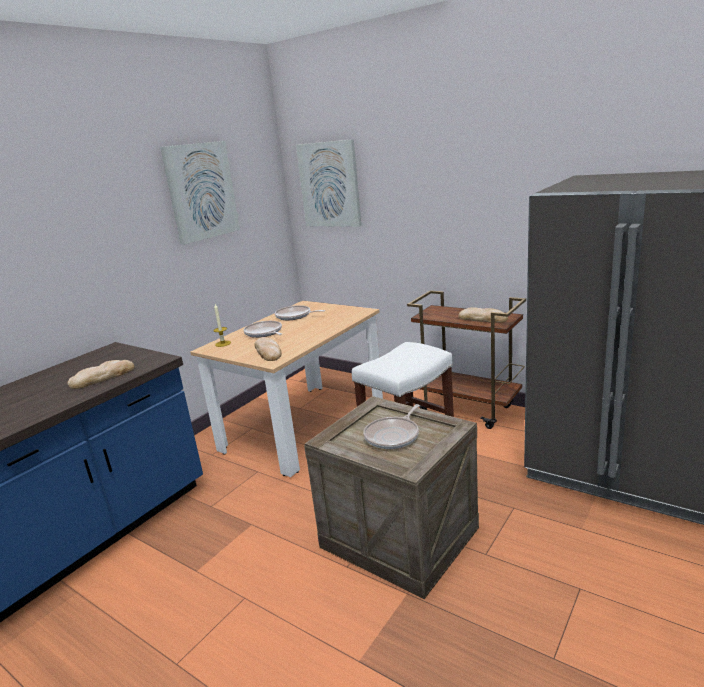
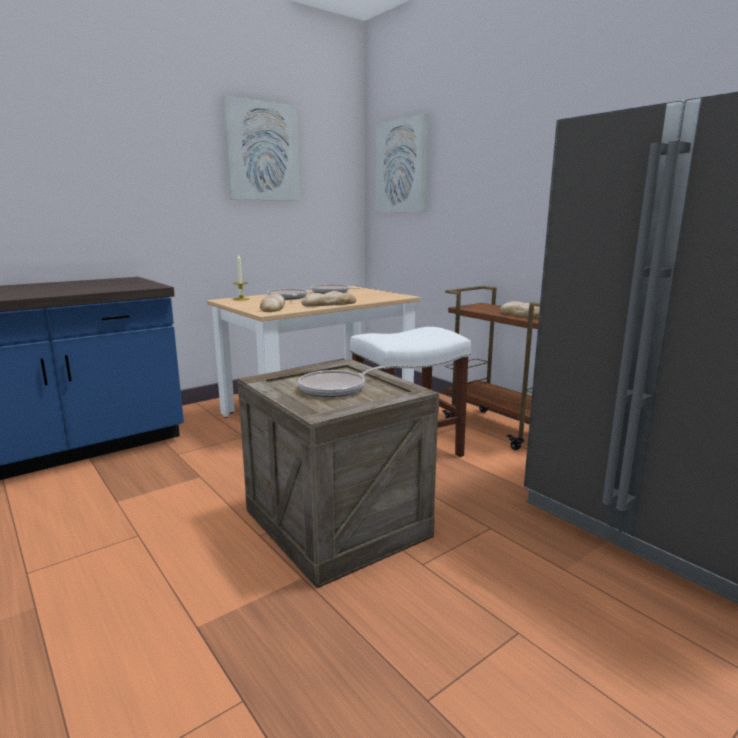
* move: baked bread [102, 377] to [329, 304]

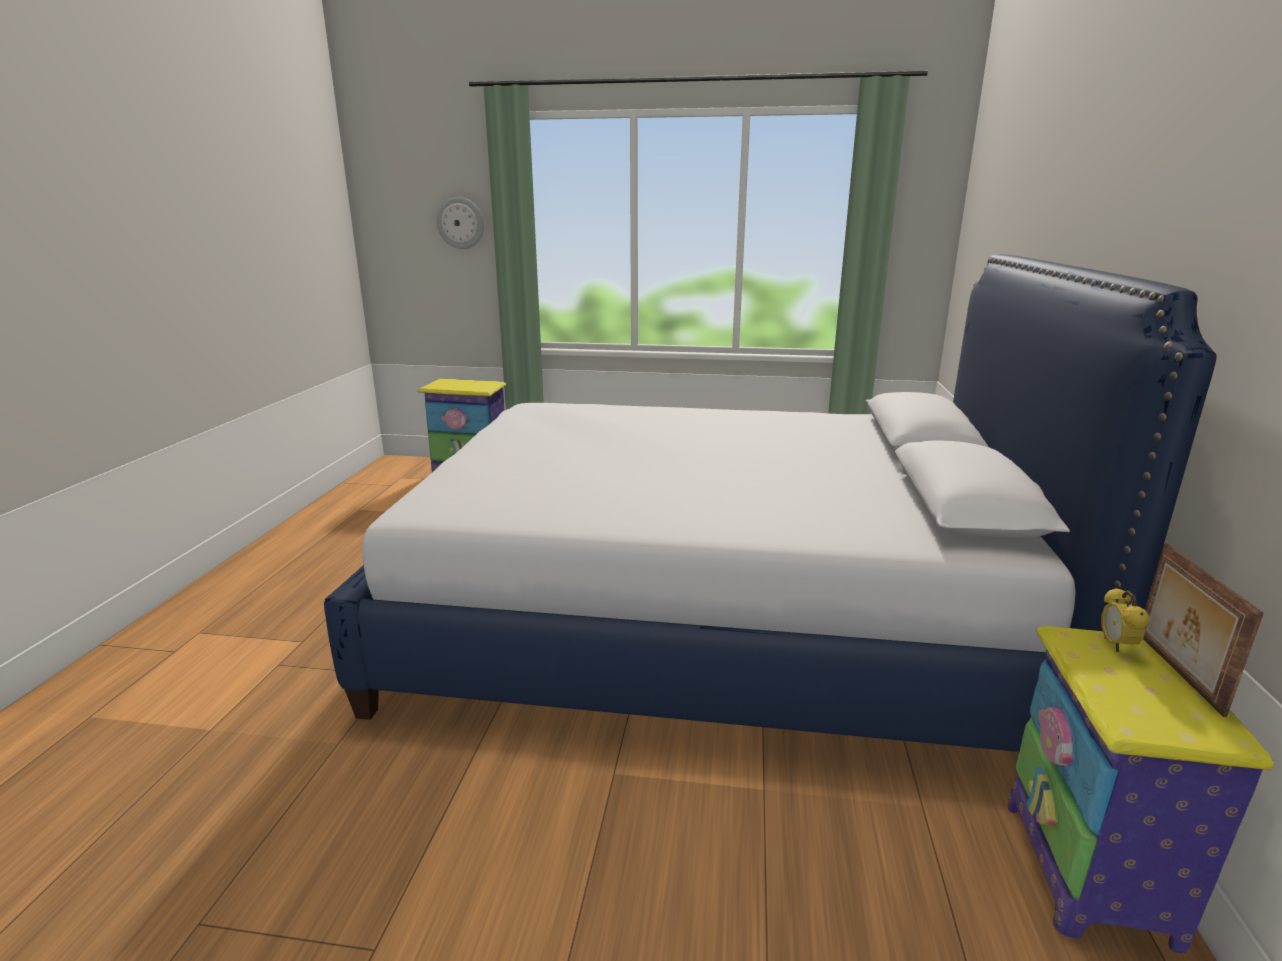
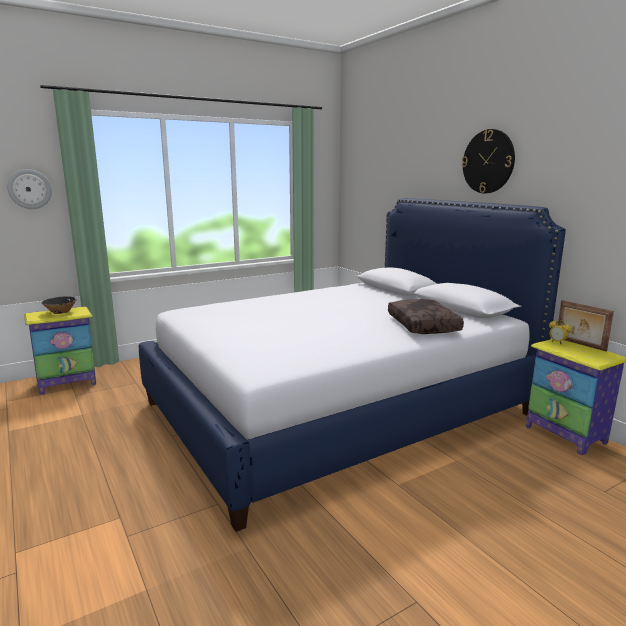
* insert: black serving bowl [61, 312]
* insert: brown-coloured cushion [424, 325]
* insert: clock on the wall [488, 161]

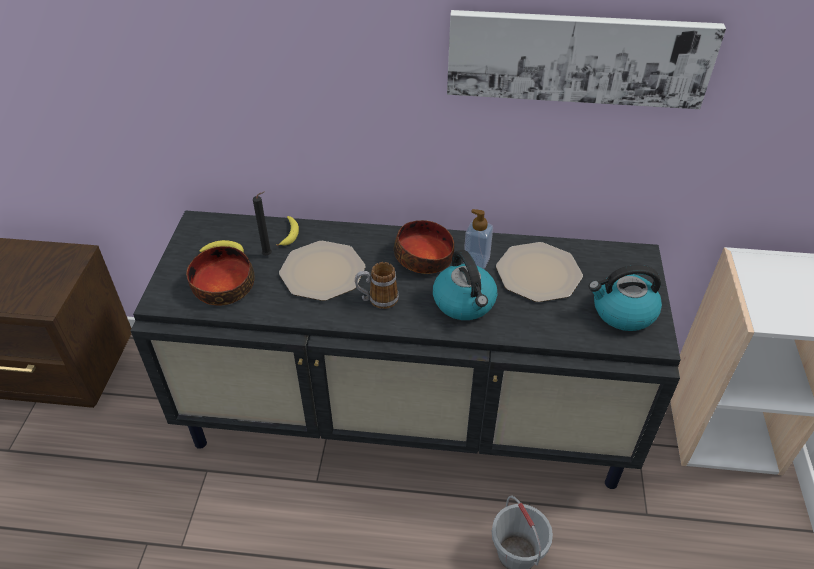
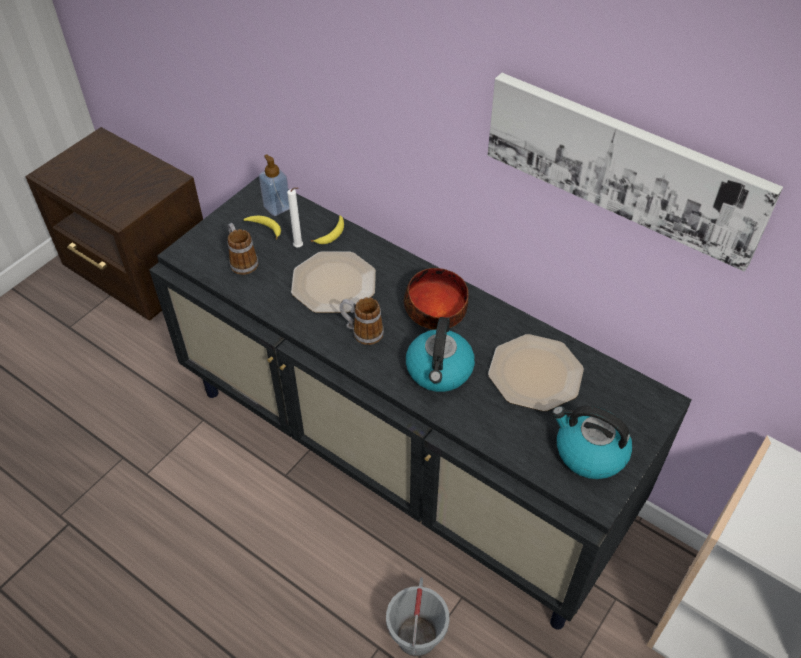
* replace: serving bowl [223, 286] to mug [242, 261]
* recolor: black candle [269, 255] to whitish candle [299, 247]
* move: soap dispenser [476, 261] to [277, 207]

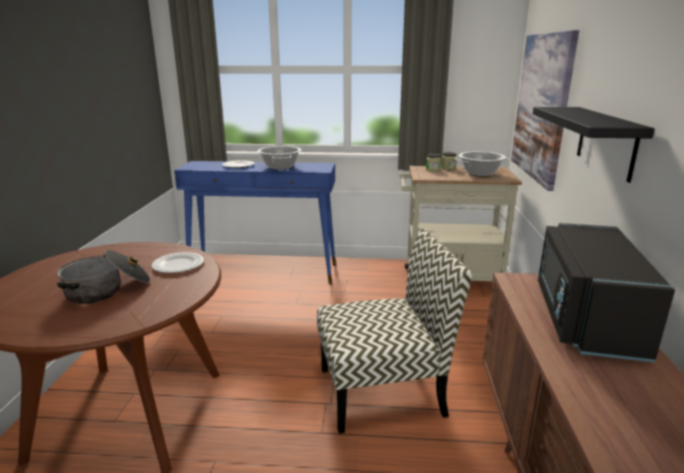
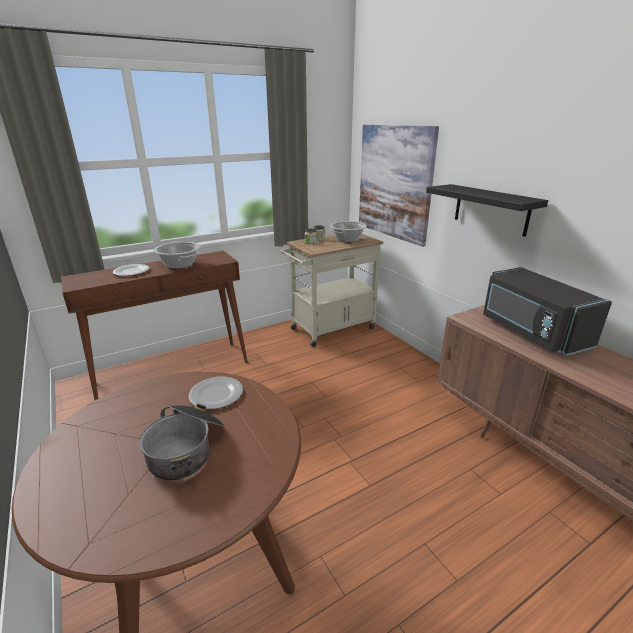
* recolor: blue hall table [264, 272] to brown-coloured hall table [173, 371]
* delete: chair [383, 390]

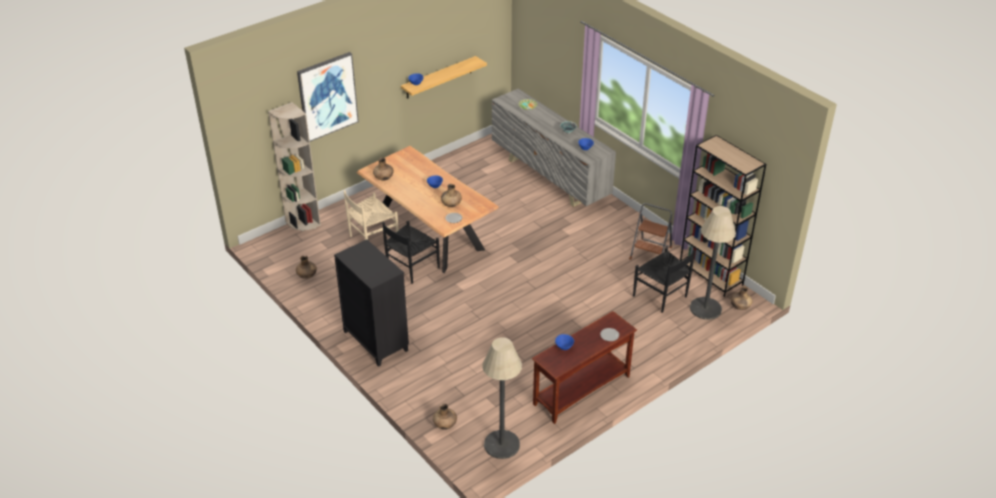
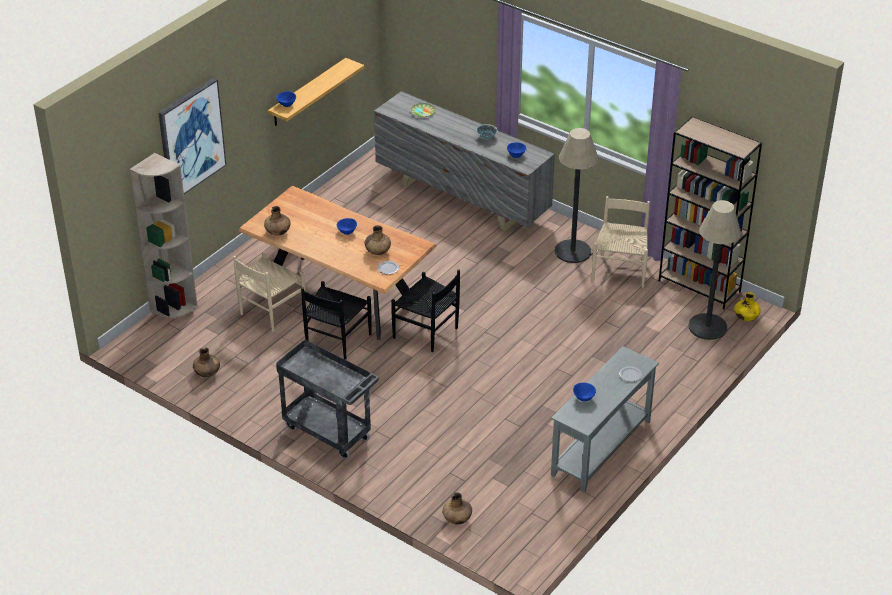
* replace: black drawer chest [376, 340] to grey wheeled cart [330, 435]
* move: standing lamp [502, 444] to [572, 251]
* recolor: brown-coloured hall table [581, 390] to grey hall table [601, 449]
* replace: brown-coloured step stool [651, 252] to sand-coloured chair [620, 271]
* move: black chair [661, 296] to [427, 332]
* recolor: brown-coloured flower vase [740, 307] to yellow-coloured flower vase [746, 318]

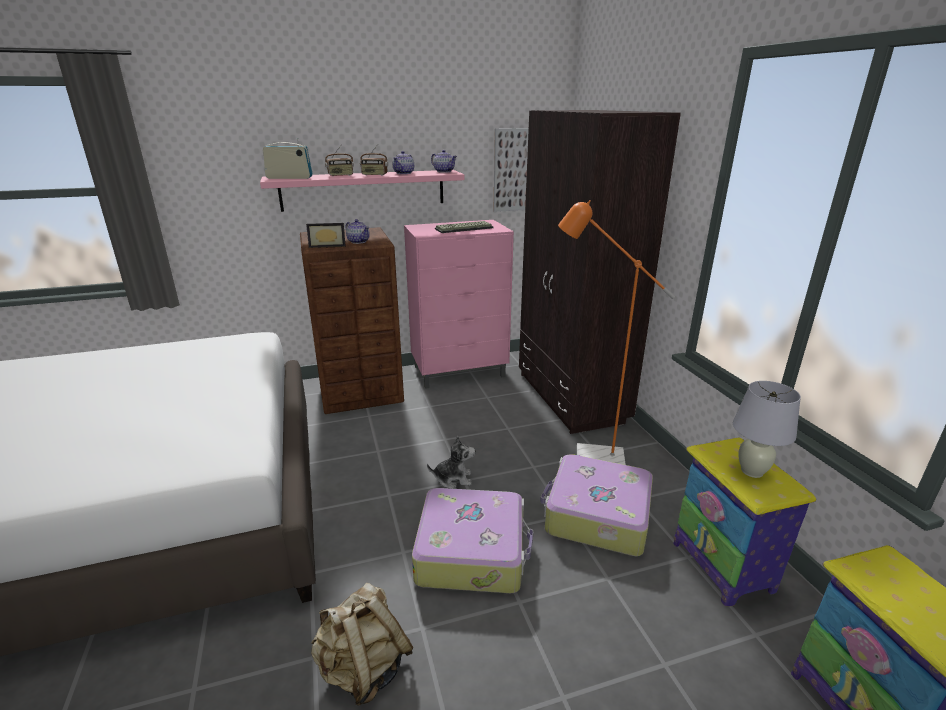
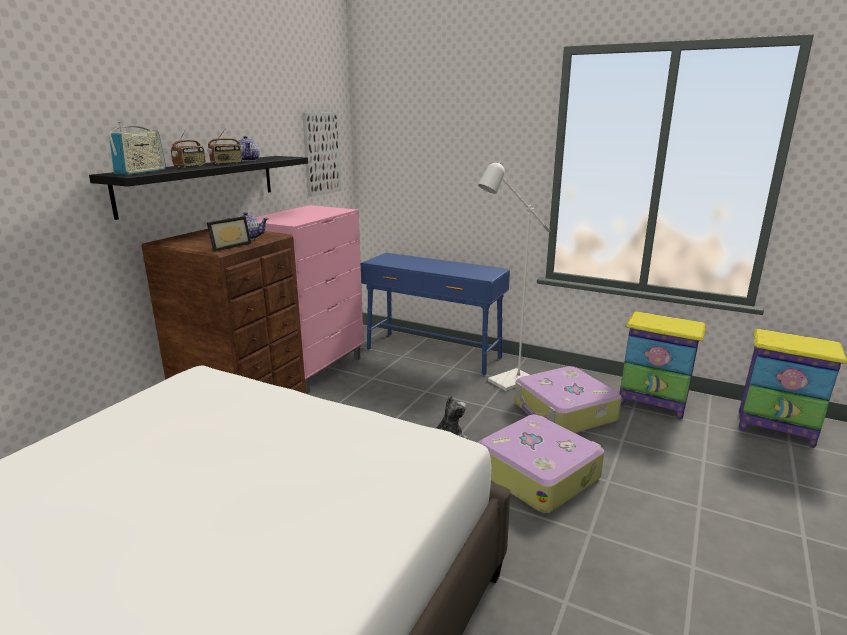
* recolor: pink bracket shelf [363, 190] to black bracket shelf [200, 184]
* rotate: radio set [289, 178] = [141, 172] 150 degrees clockwise
* delete: sand-coloured knapsack [363, 669]
* delete: teapot [444, 171]
* delete: keyboard [464, 228]
* replace: brown-coloured armoire [570, 398] to blue hall table [432, 353]
* recolor: orange-coloured standing lamp [590, 456] to whitish standing lamp [505, 383]
* delete: whitish tabletop lamp [751, 471]

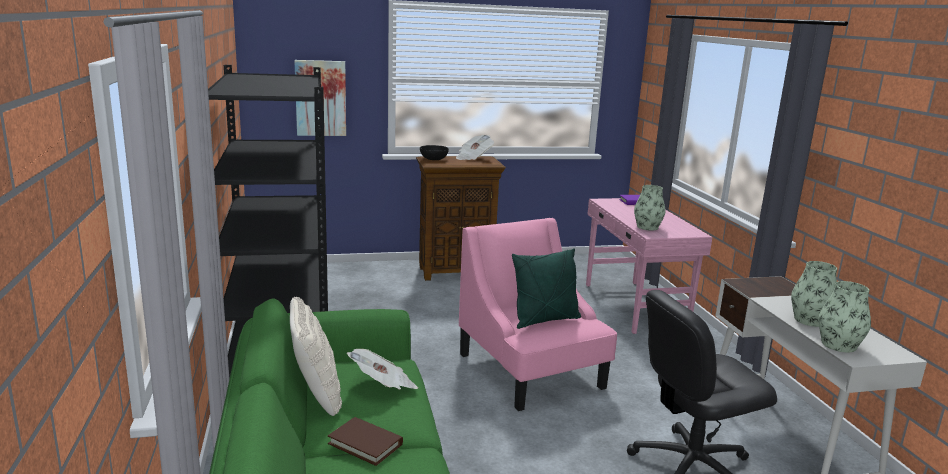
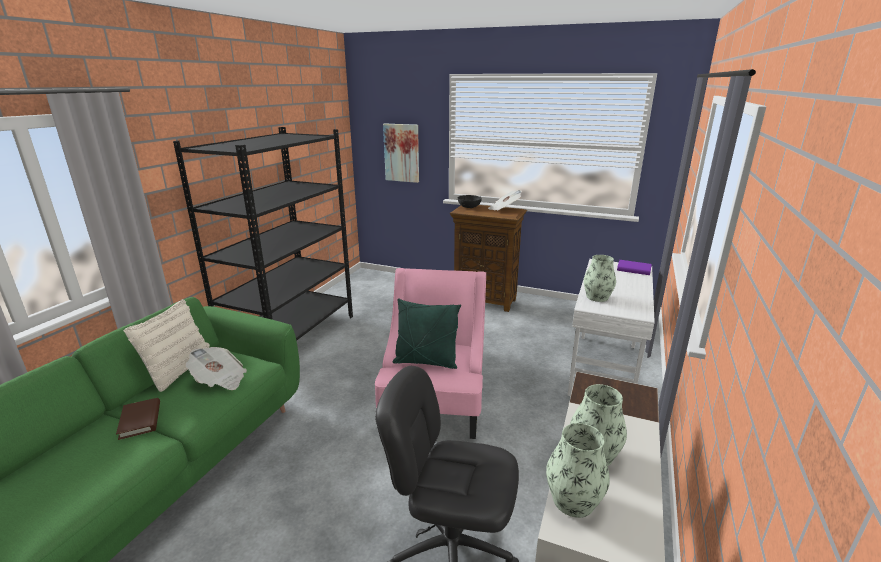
* recolor: pink hall table [635, 307] to whitish hall table [604, 370]

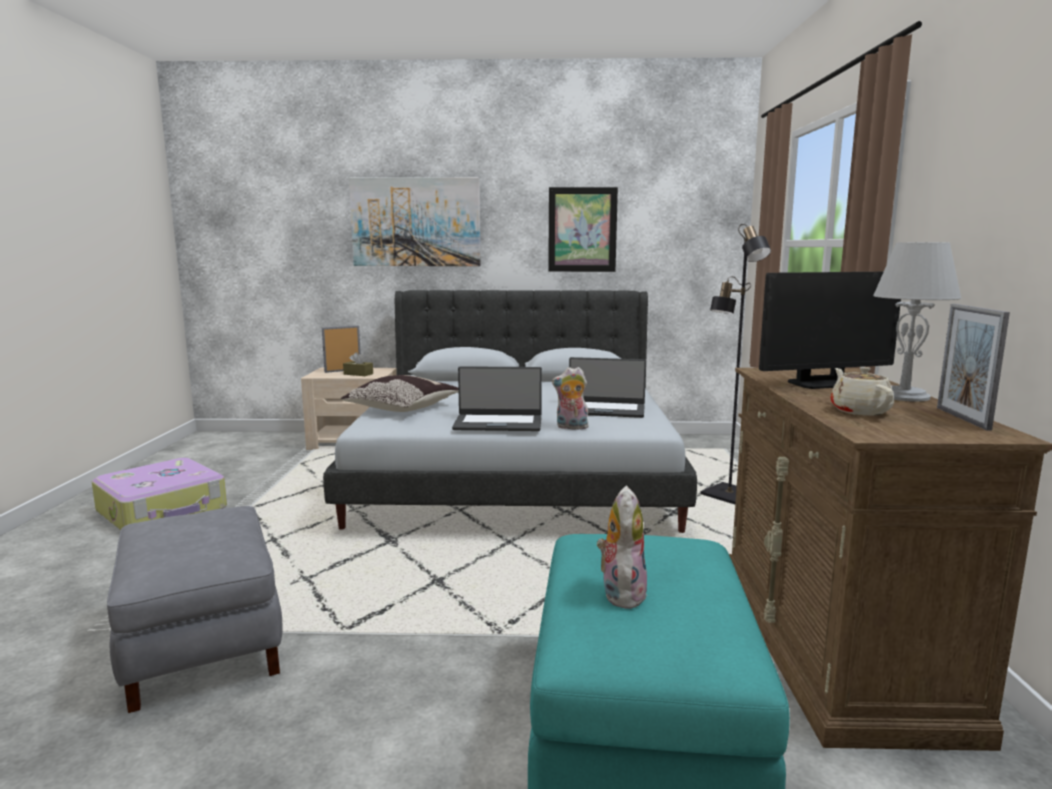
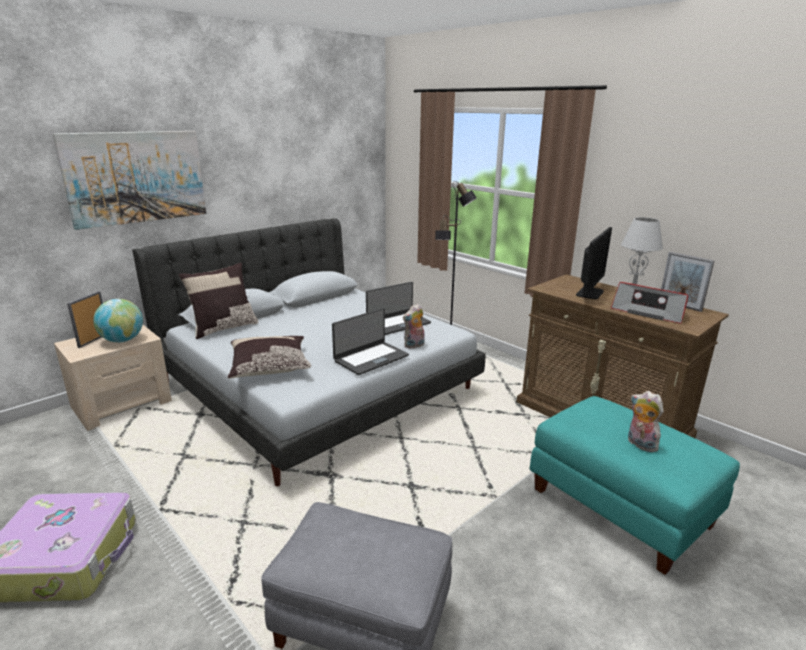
* replace: brown-coloured tissue holder [358, 374] to globe [122, 340]
* delete: picture [582, 230]
* replace: sand-coloured teapot [859, 411] to radio set [648, 312]
* insert: cushion [224, 328]

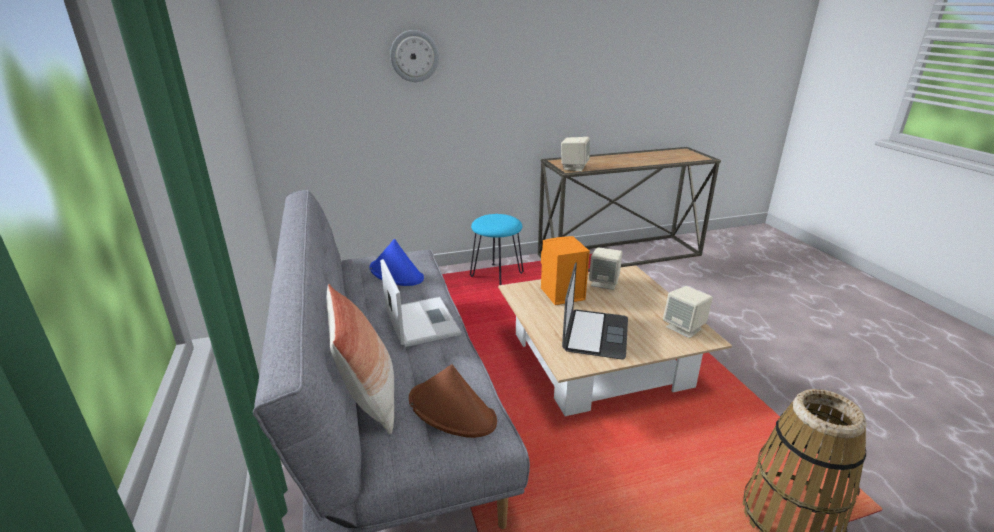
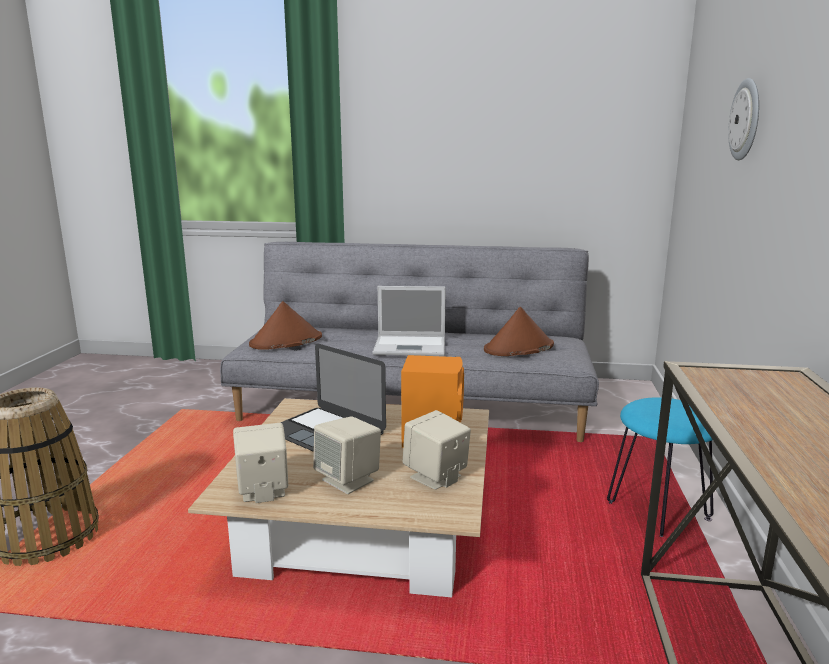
* delete: cushion [368, 398]
* recolor: blue wearable hat [396, 273] to brown-coloured wearable hat [518, 348]
* move: sand-coloured speaker [574, 167] to [348, 480]

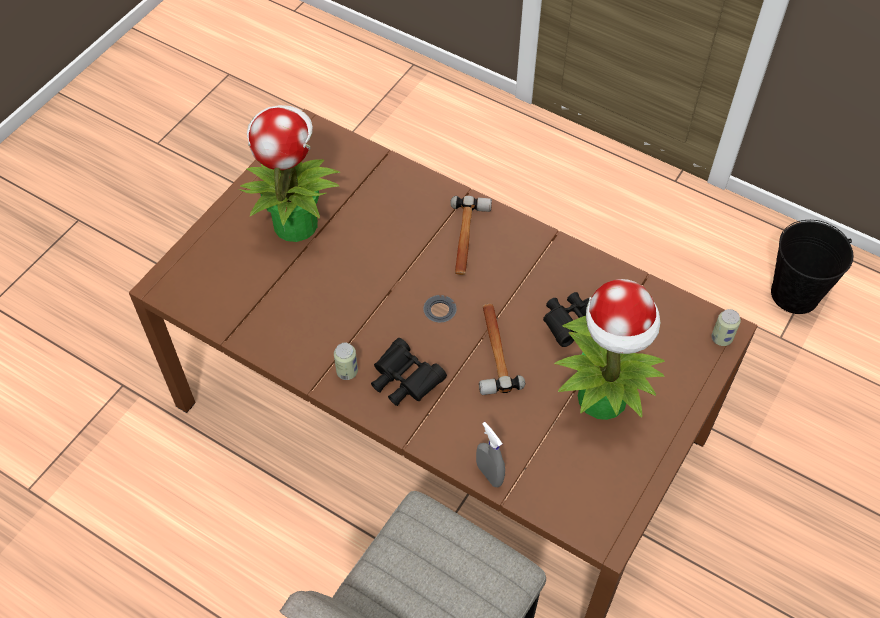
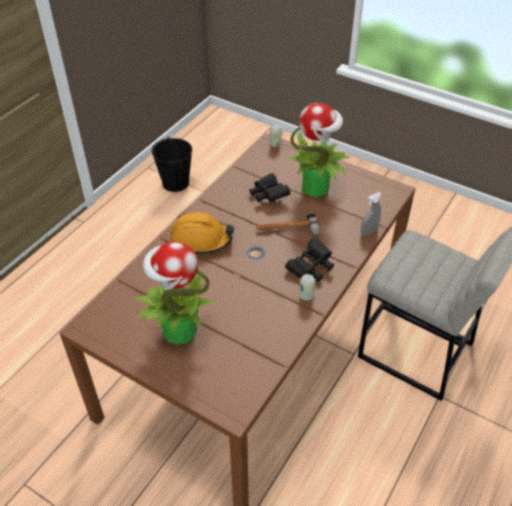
* replace: tool hammer [467, 239] to orange-coloured work helmet [201, 239]

